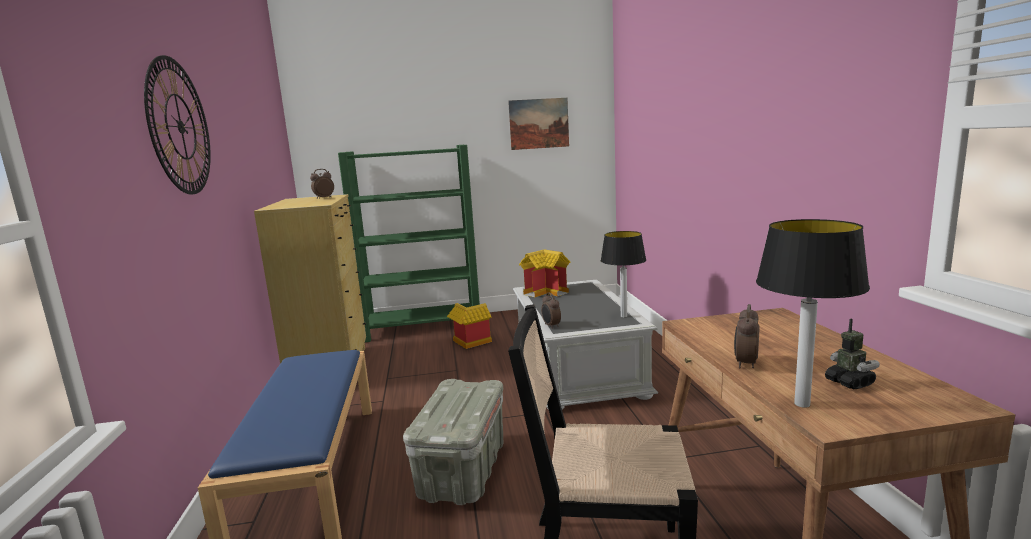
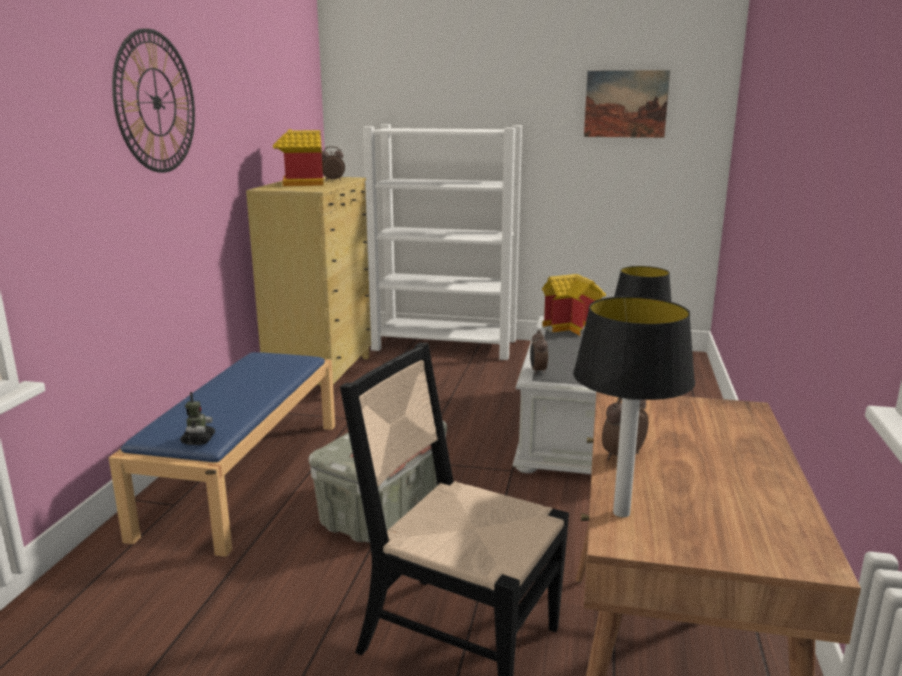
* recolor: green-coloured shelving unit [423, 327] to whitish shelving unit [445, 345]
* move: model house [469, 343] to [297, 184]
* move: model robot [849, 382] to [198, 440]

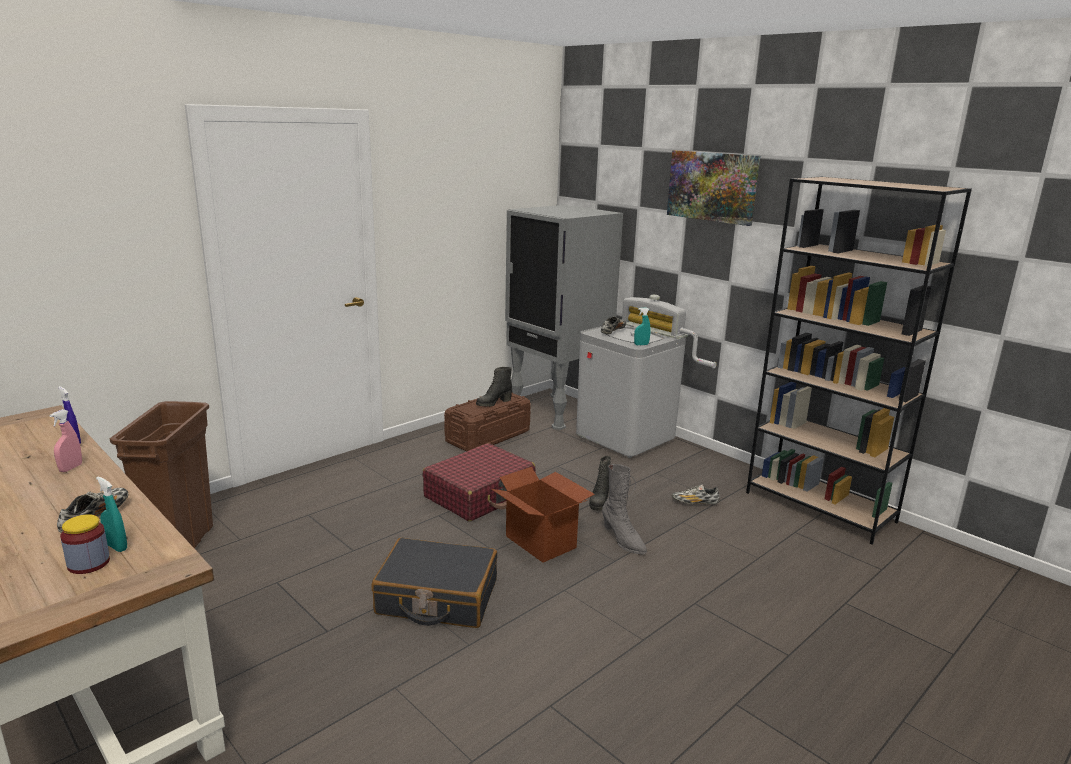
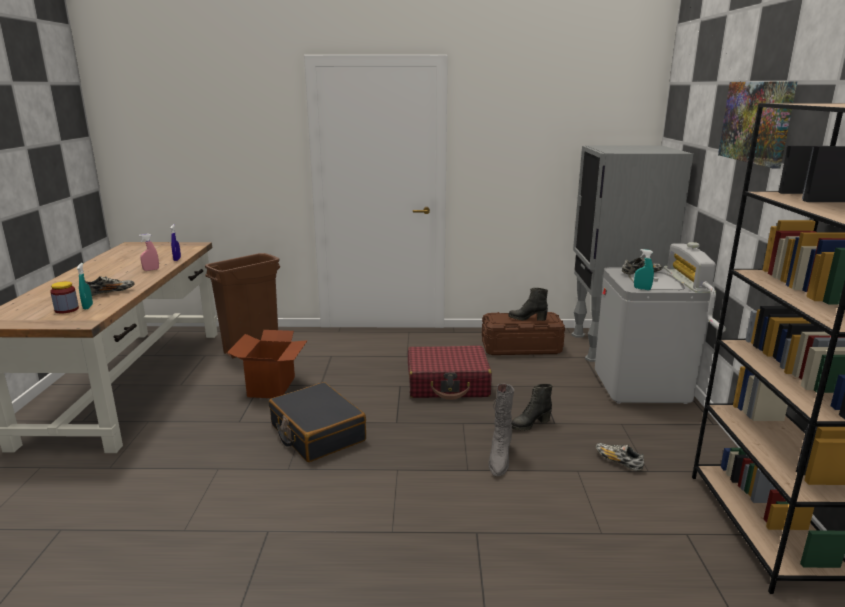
* move: packing box [541, 541] to [272, 386]

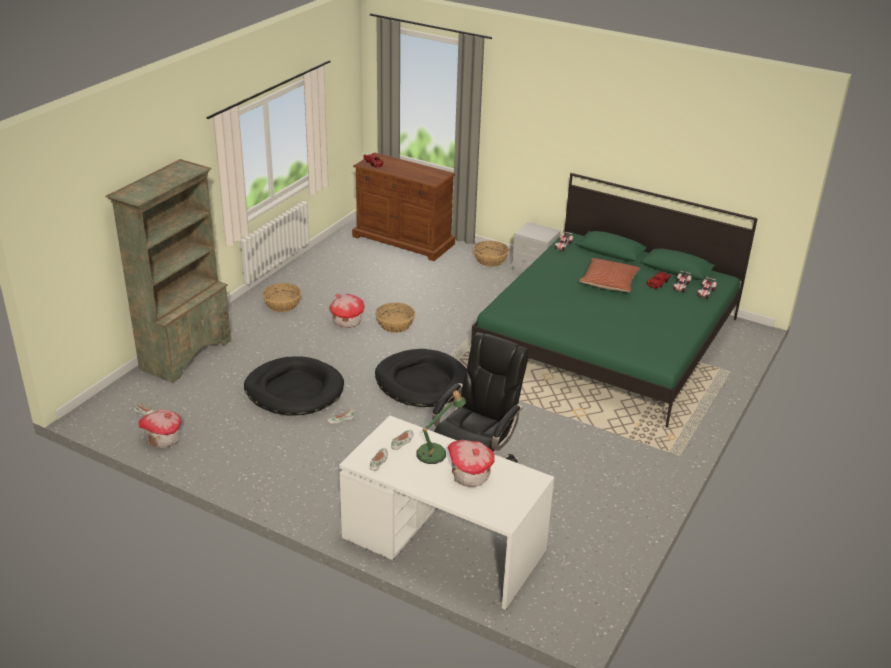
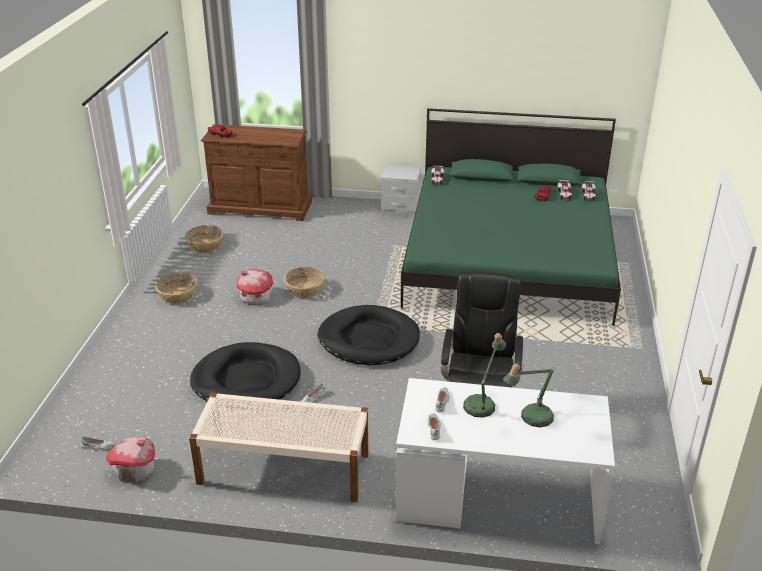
* delete: green-coloured shelving unit [186, 354]
* replace: model house [470, 475] to tabletop lamp [531, 417]
* move: household basket [490, 260] to [206, 246]
* delete: cushion [609, 282]
* insert: sand-coloured long seat [284, 469]

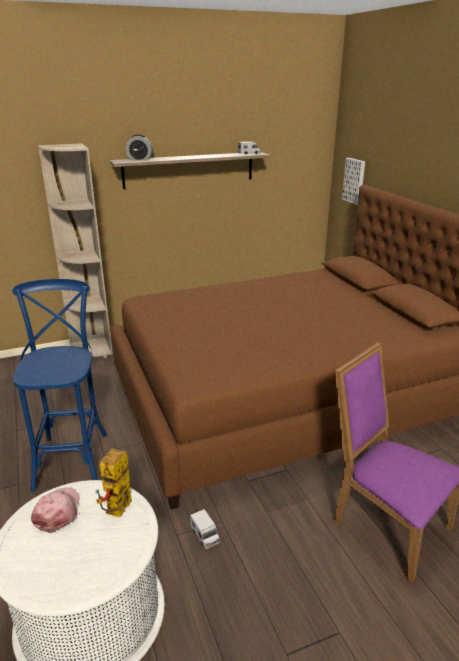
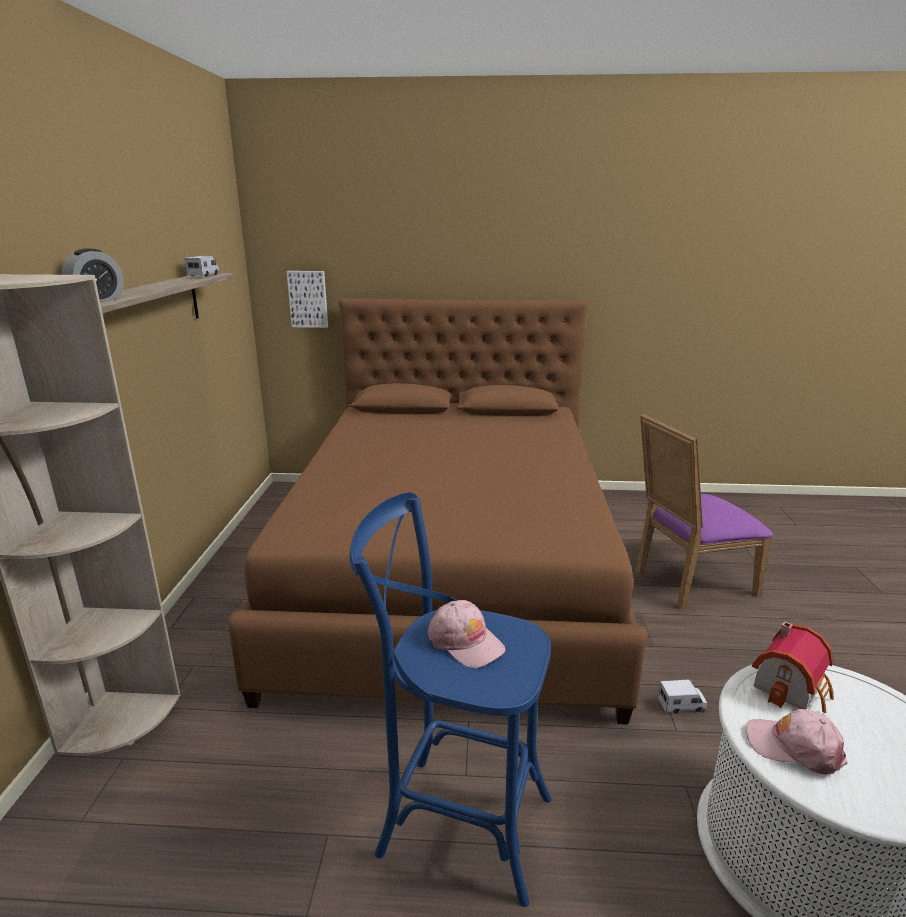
* replace: model robot [118, 512] to model house [792, 687]
* insert: pink peaked cap [465, 641]

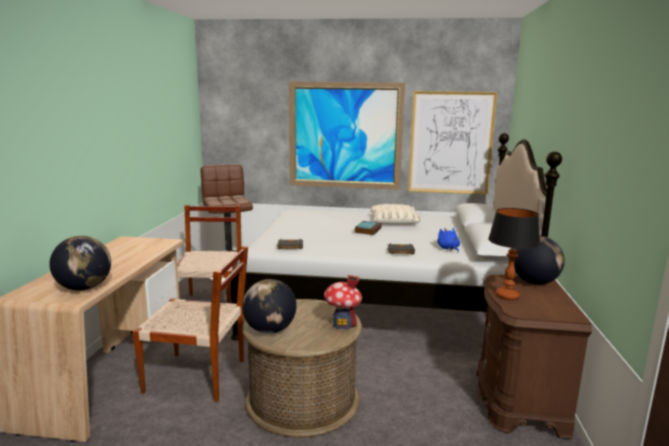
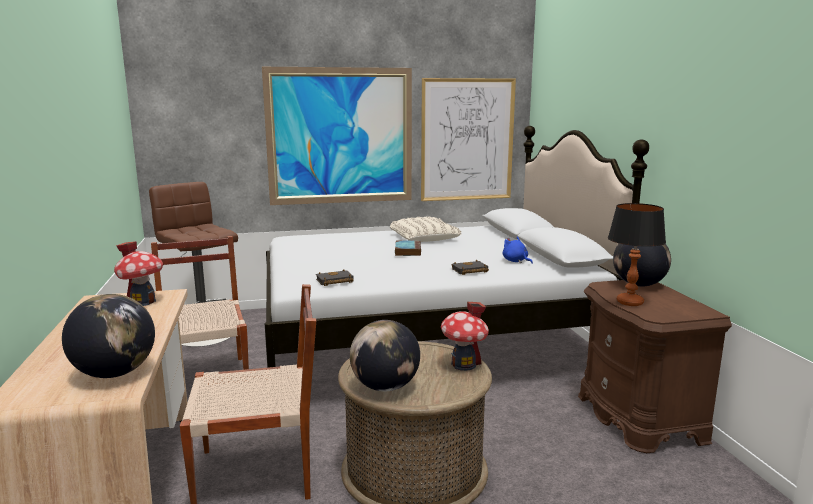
* insert: model house [143, 302]

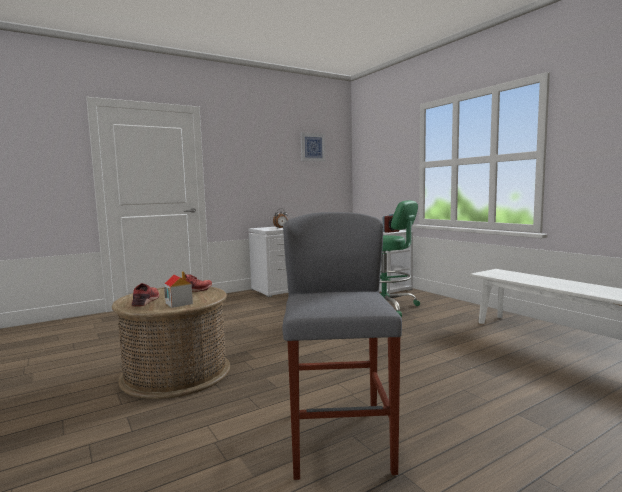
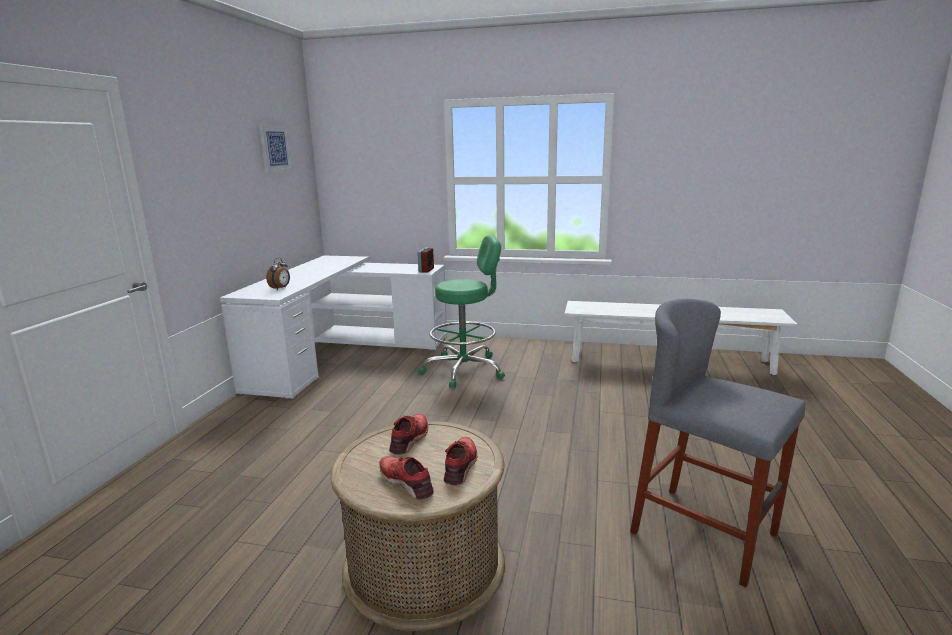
* replace: model house [179, 303] to reddish item of footwear [461, 465]

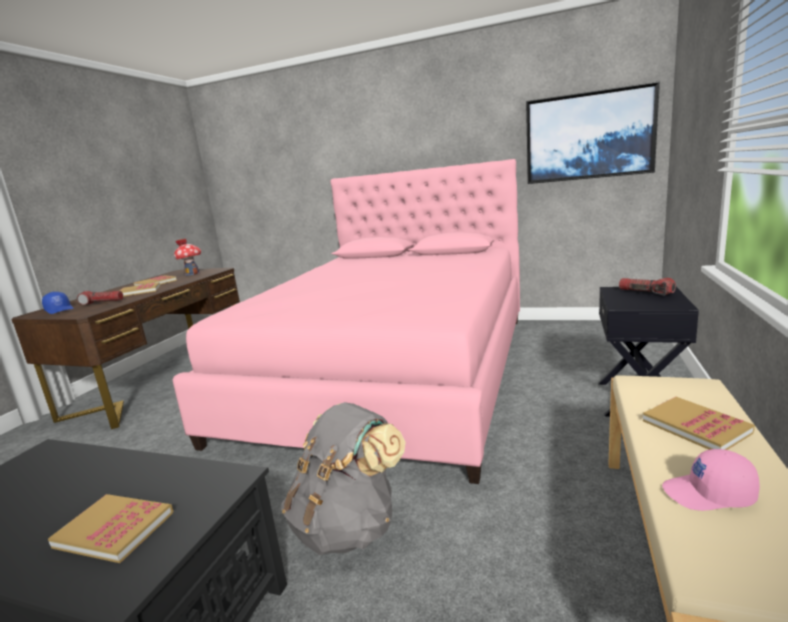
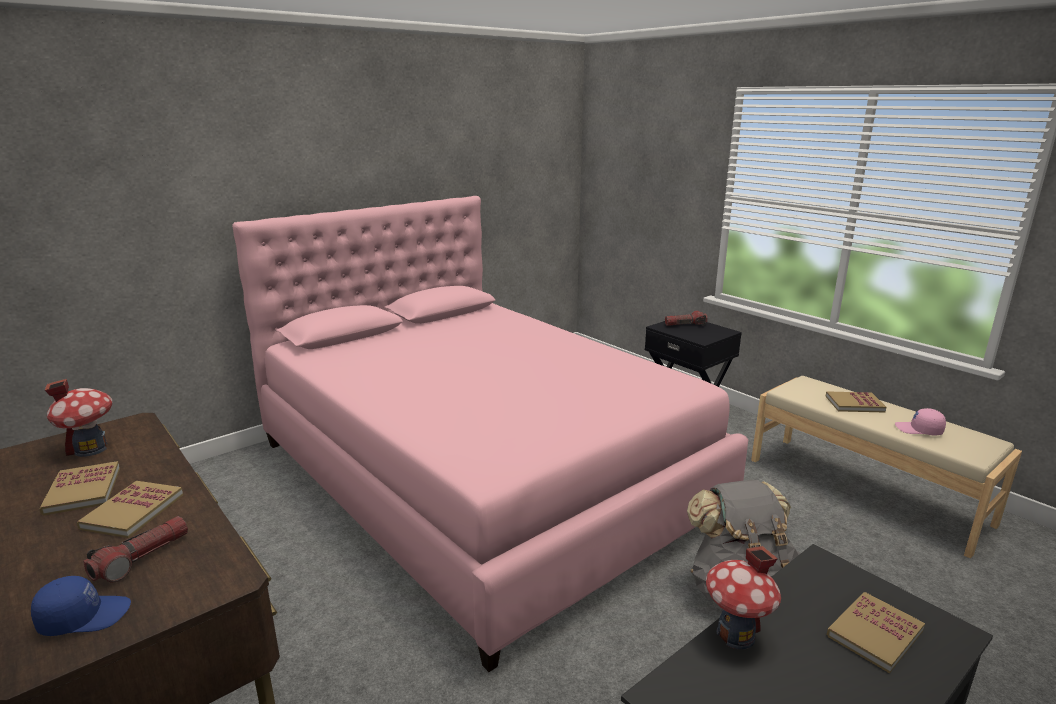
* delete: picture [588, 136]
* rotate: pink peaked cap [709, 494] = [919, 430] 75 degrees clockwise
* insert: model house [736, 635]

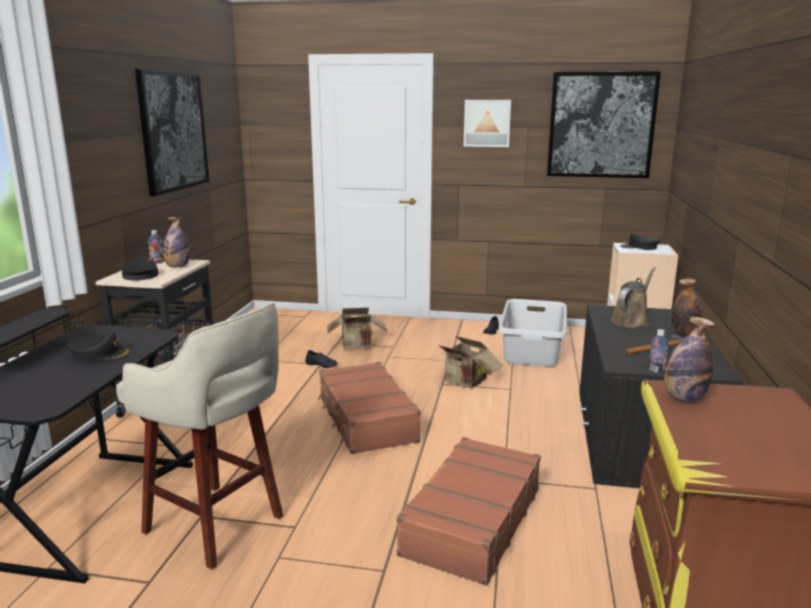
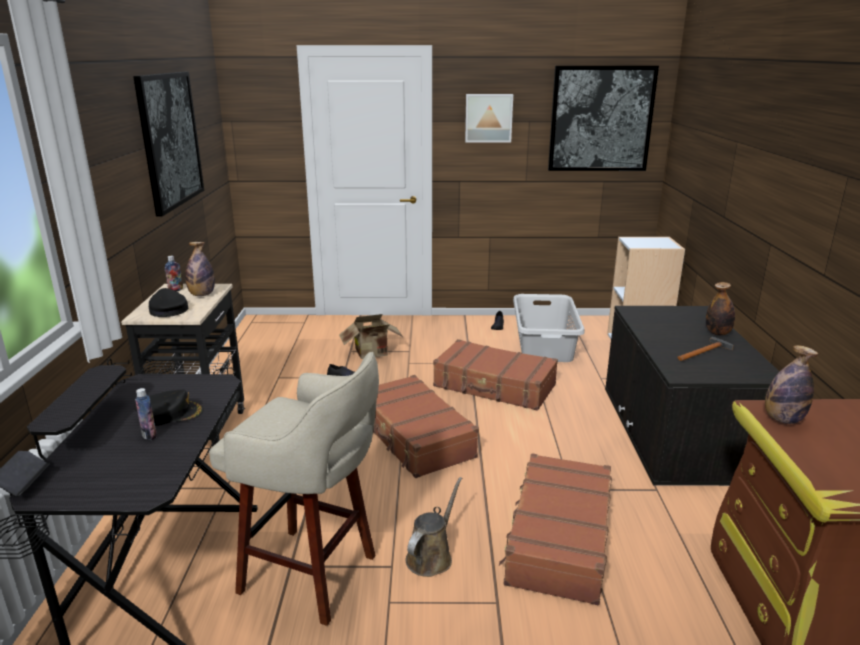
* replace: packing box [465, 382] to brown-coloured suitcase [494, 386]
* move: brown-coloured sprinkling can [631, 321] to [431, 556]
* delete: black peaked cap [639, 247]
* move: beverage bottle [656, 370] to [149, 435]

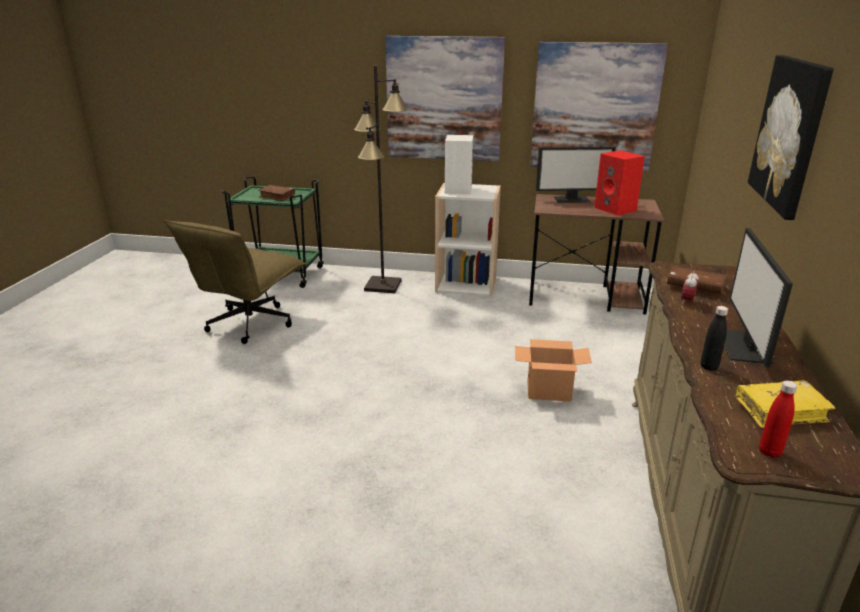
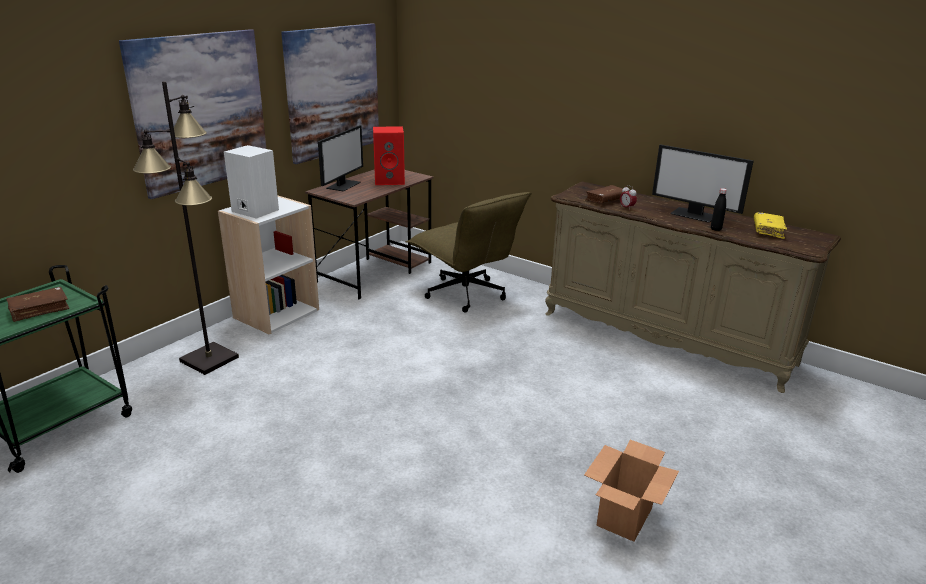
* move: sand-coloured desk chair [251, 323] to [464, 293]
* move: packing box [548, 391] to [624, 517]
* delete: picture [790, 134]
* delete: reddish beverage bottle [769, 452]

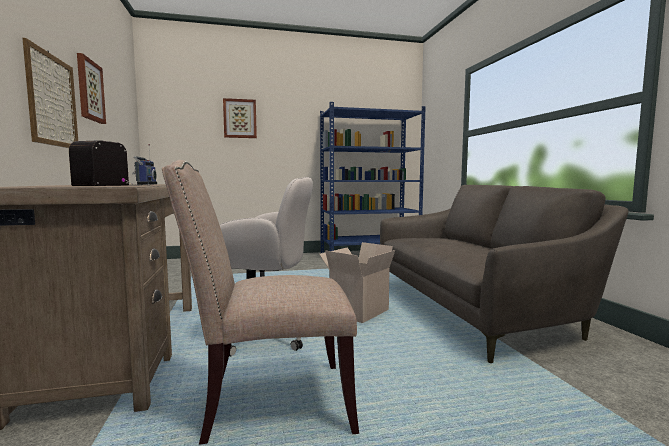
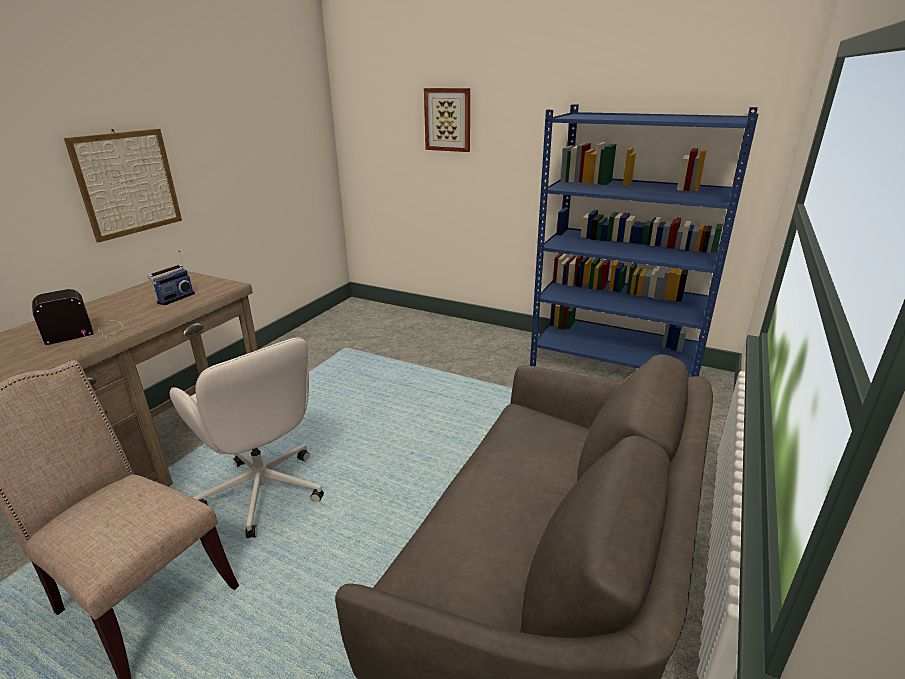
* delete: picture [89, 90]
* delete: packing box [358, 311]

